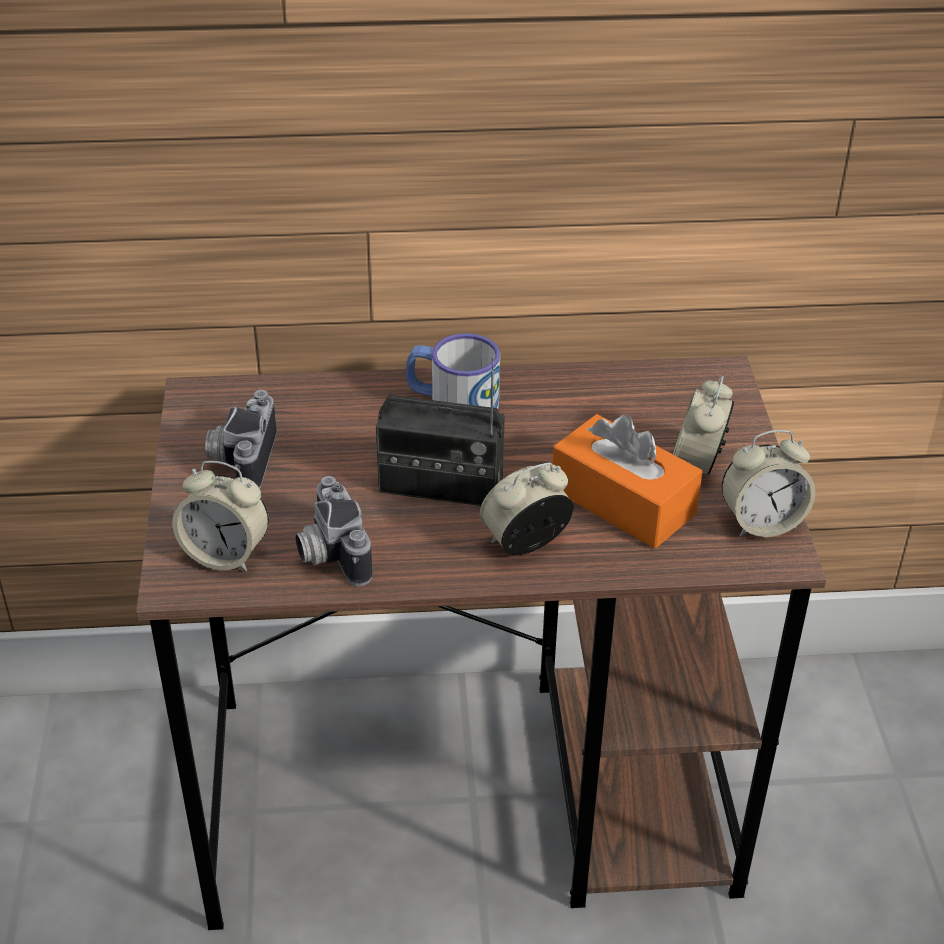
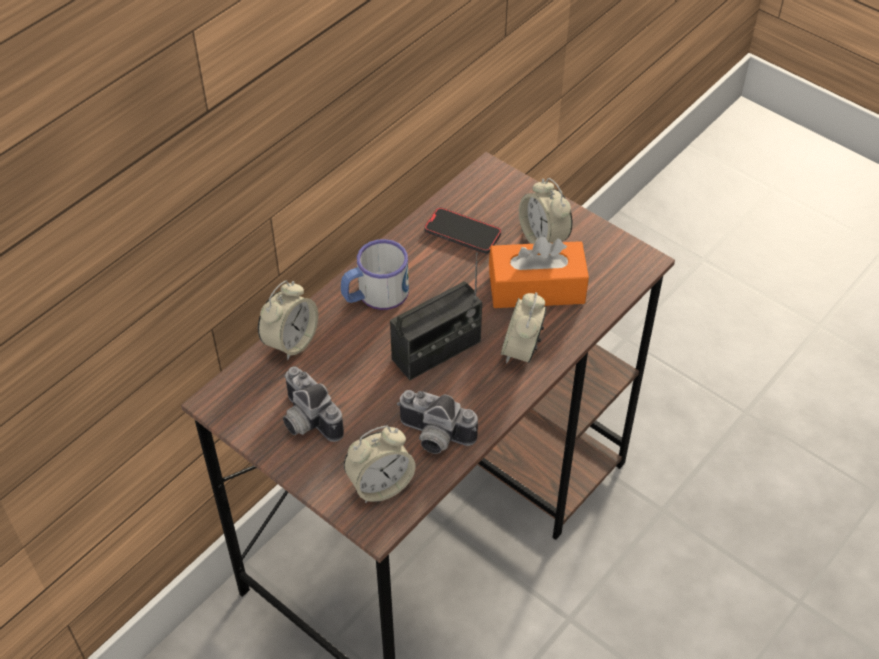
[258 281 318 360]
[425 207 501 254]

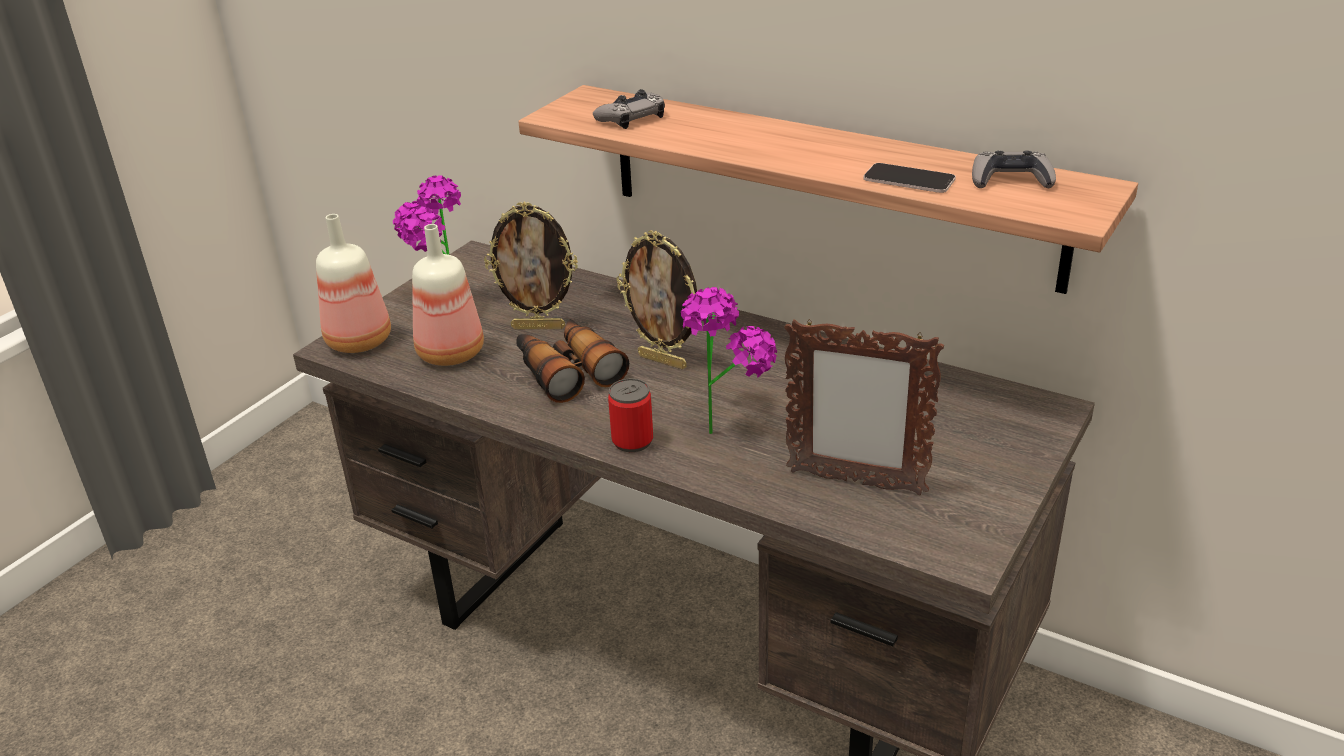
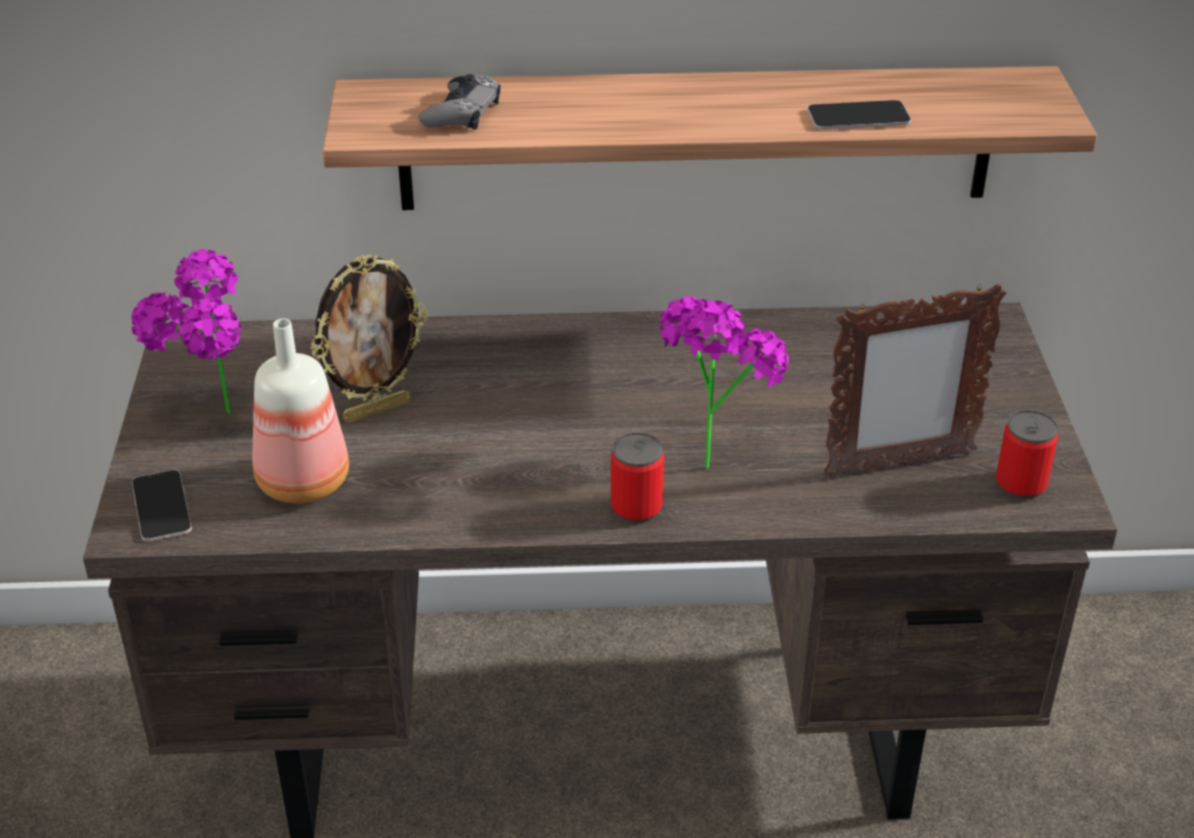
[132 470 192 542]
[517 319 629 403] (first image)
[616 230 697 370] (first image)
[972 150 1056 188] (first image)
[996 410 1058 499]

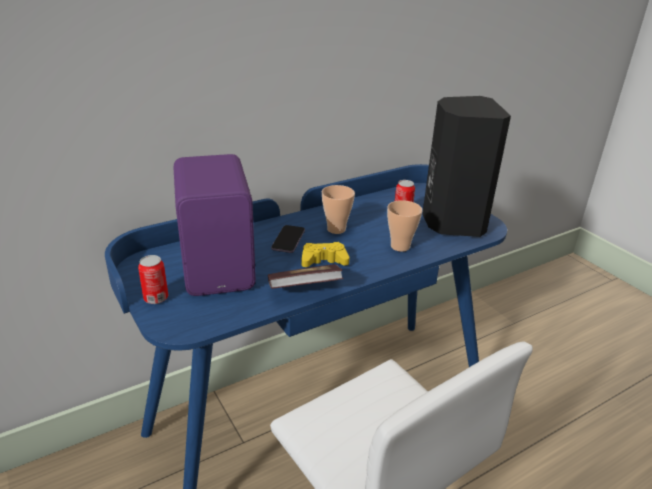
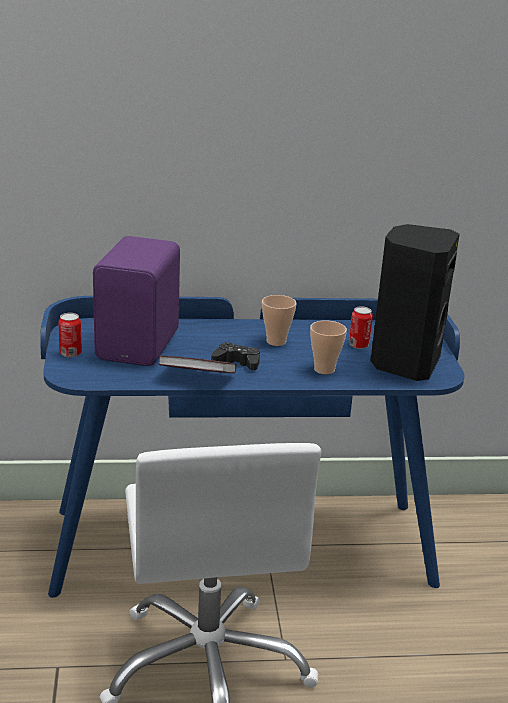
[271 225 305 253] (first image)
[211 342 260 370]

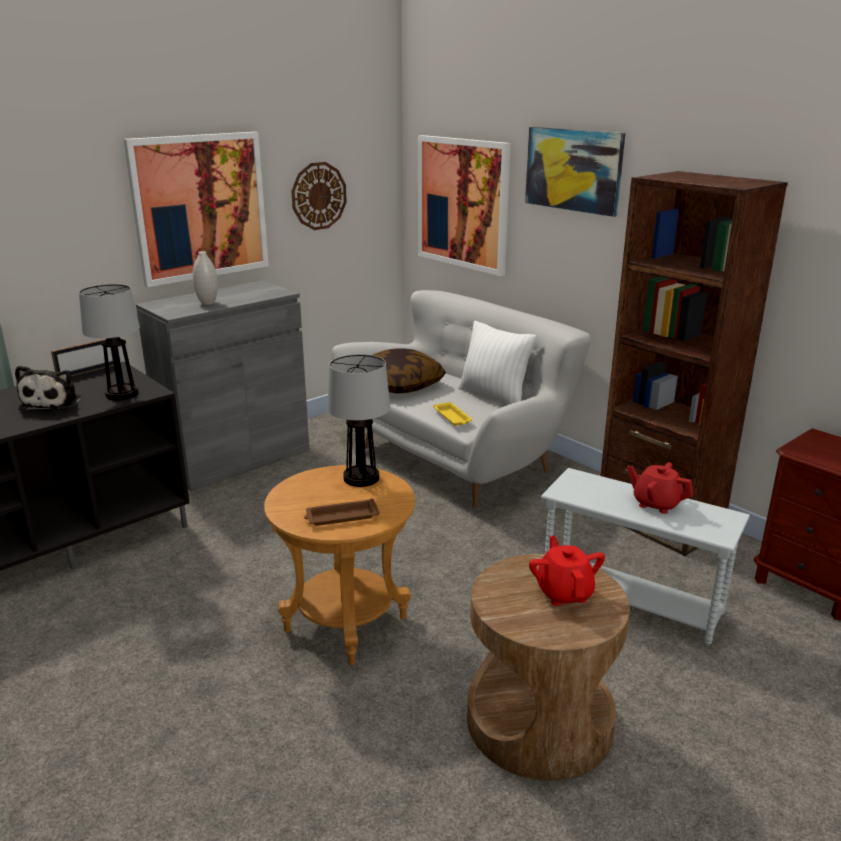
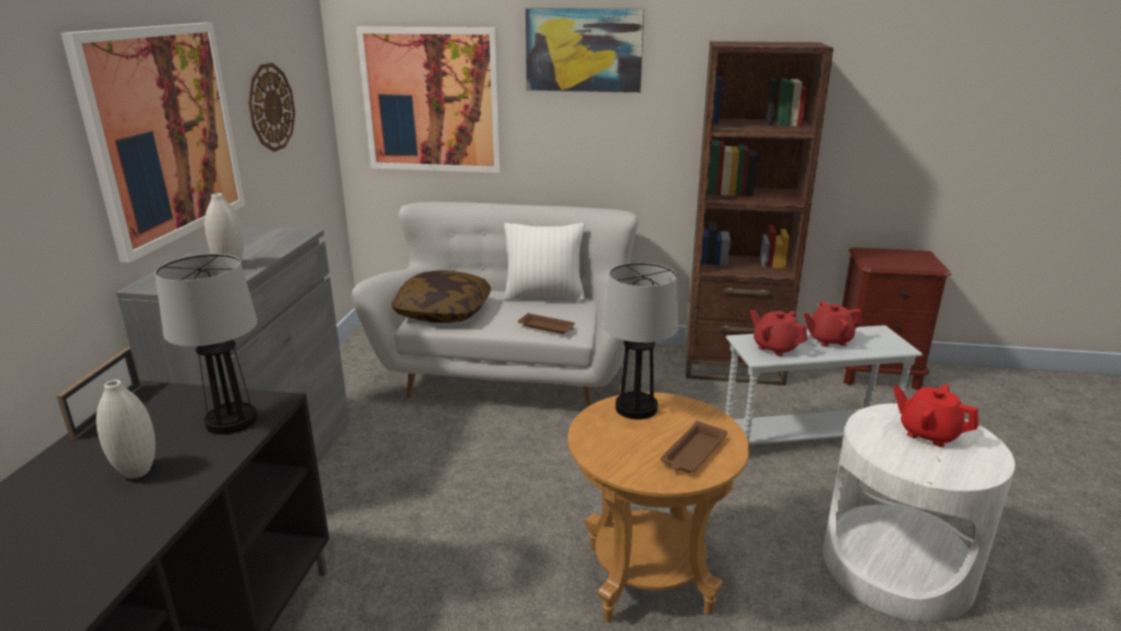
[96 380 156 479]
[518 313 575 334]
[823 403 1015 622]
[750 310 807 356]

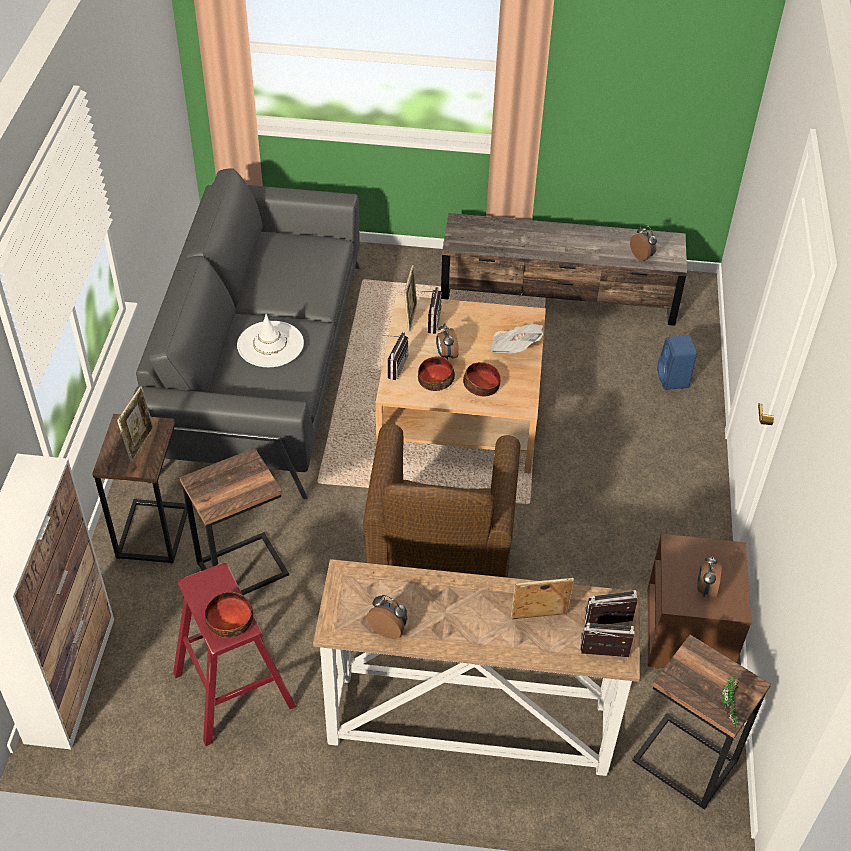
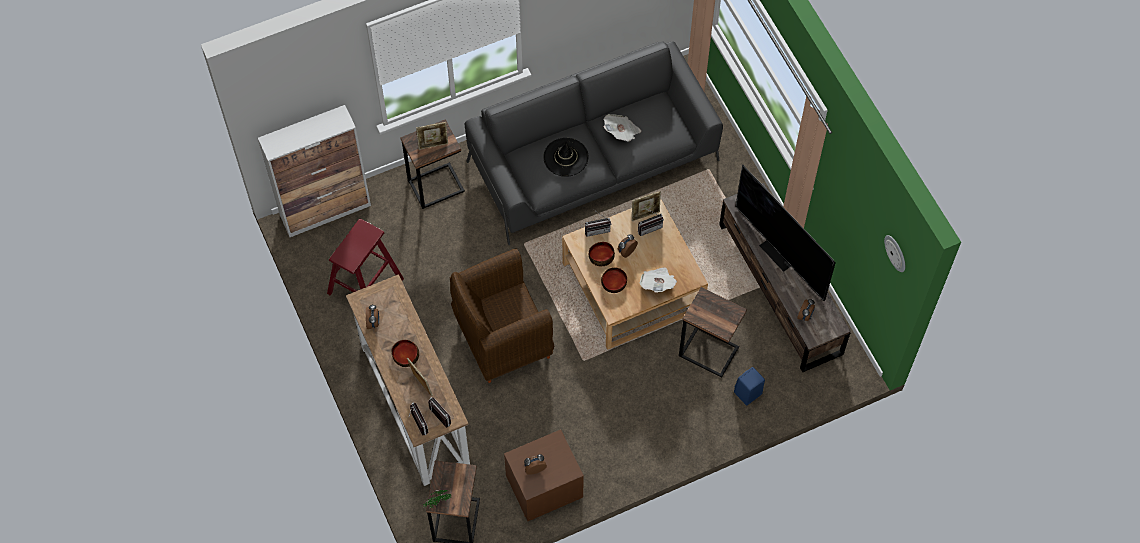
[679 287 747 378]
[392 340 419 367]
[543 138 588 177]
[604 114 641 142]
[735 165 836 301]
[884 235 905 272]

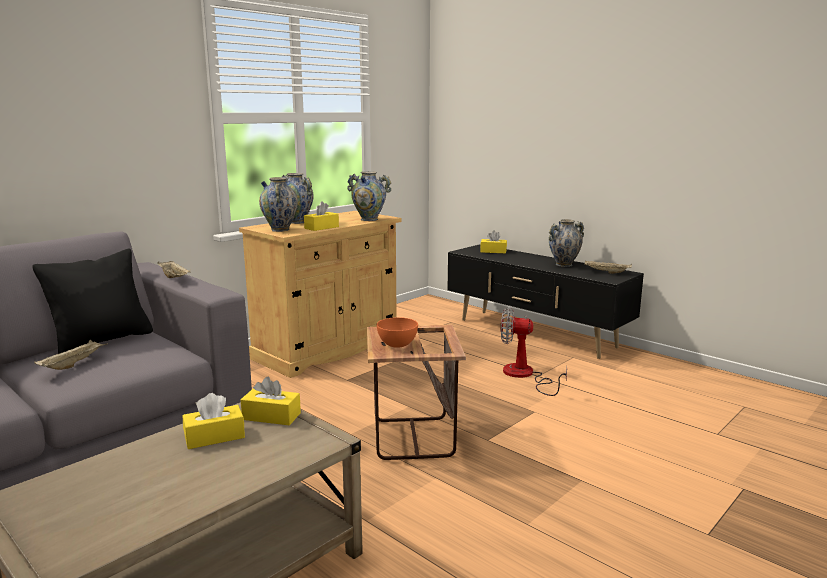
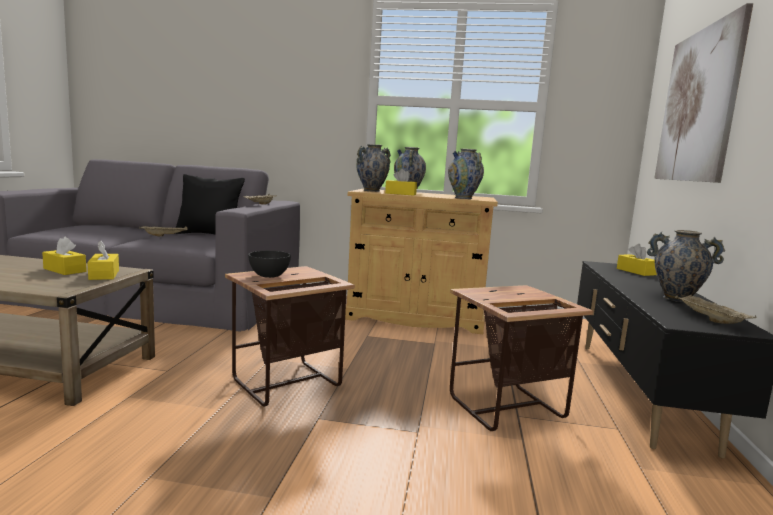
[248 251 291 278]
[450 285 593 431]
[654 3 753 183]

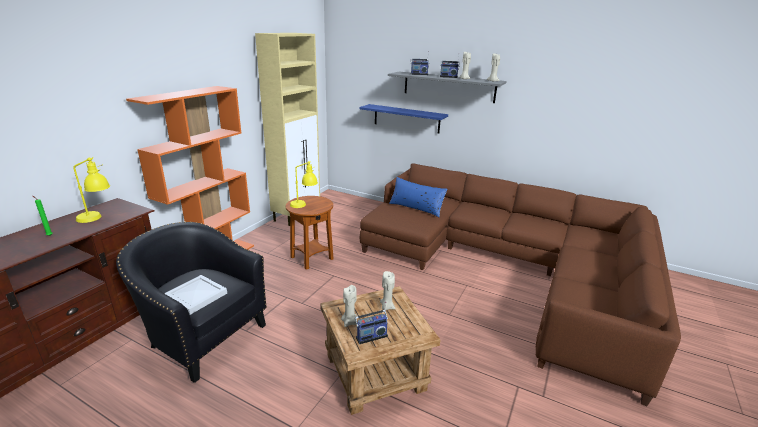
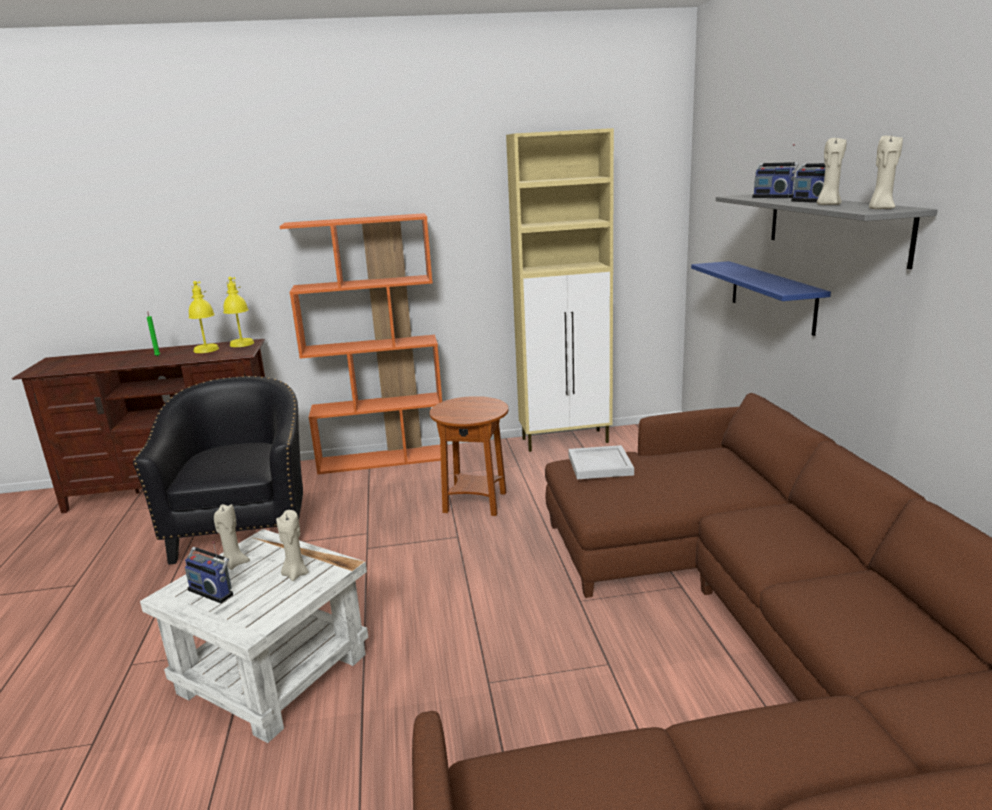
[568 445 634 479]
[223 277 255 347]
[140 529 368 743]
[389 177 447 217] (first image)

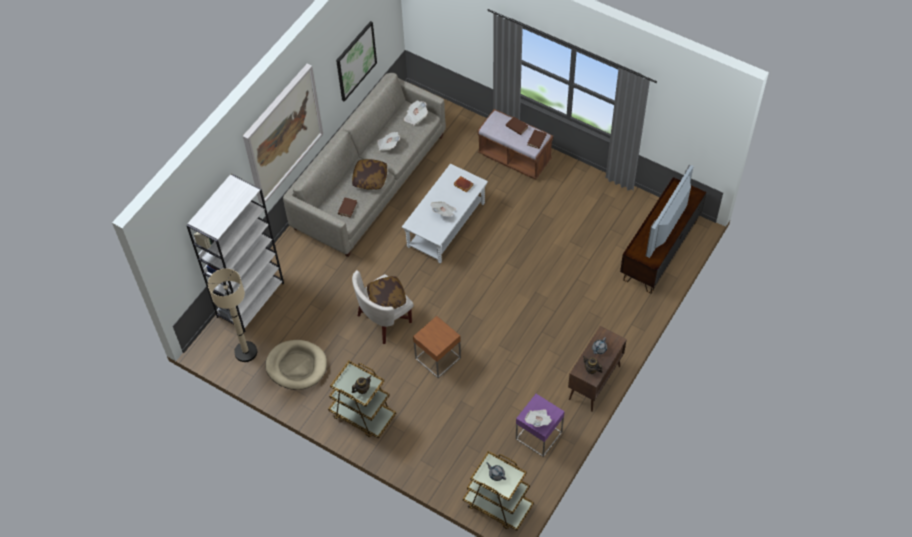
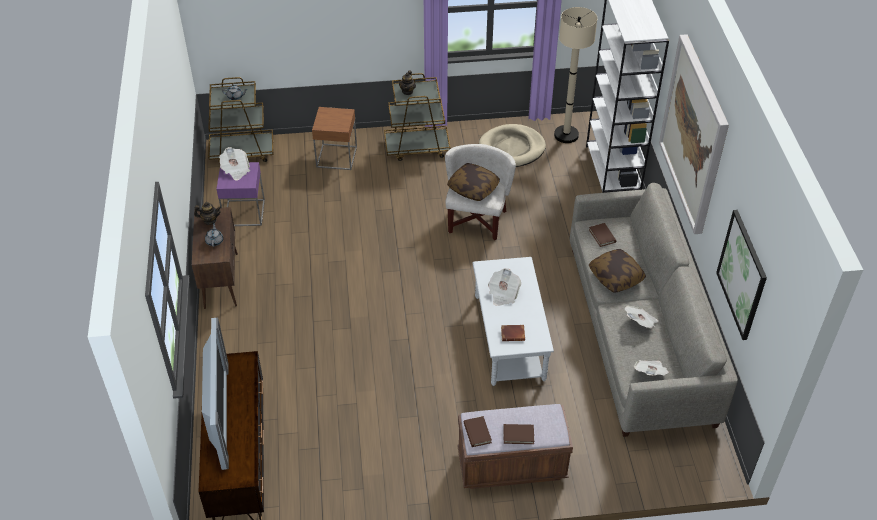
[312 107 357 170]

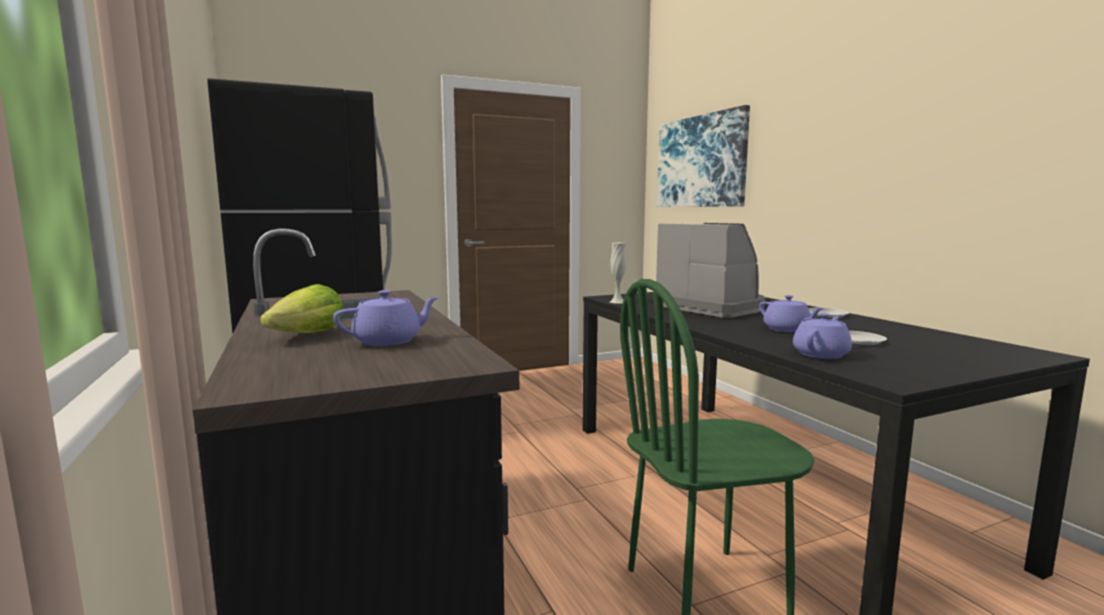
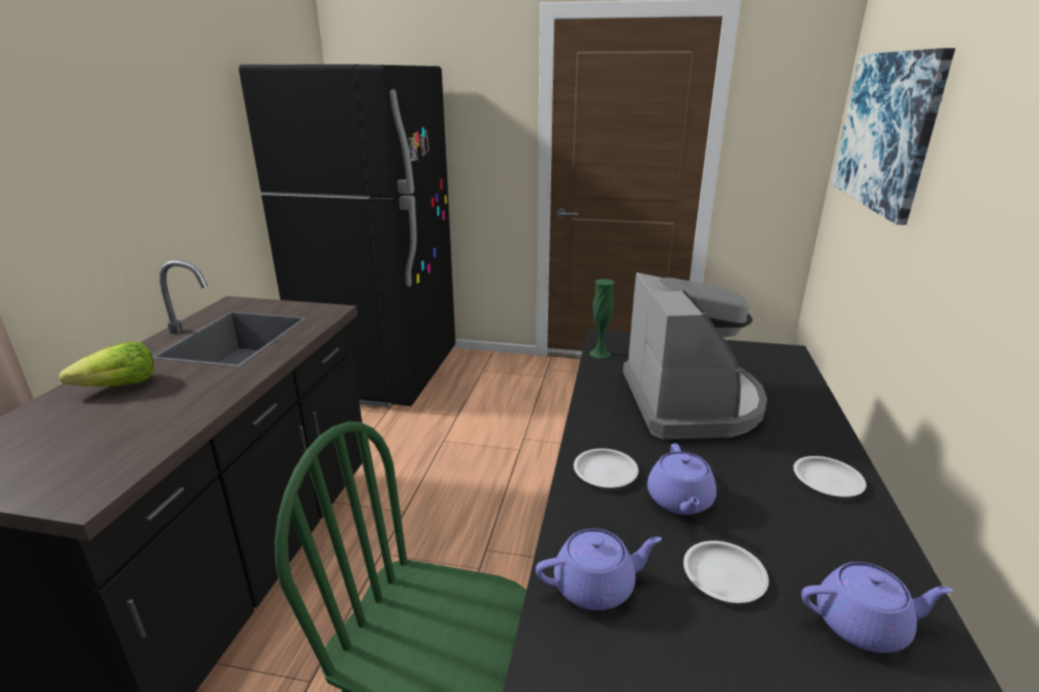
[801 562 953 653]
[589 279 615 358]
[574 448 639 488]

